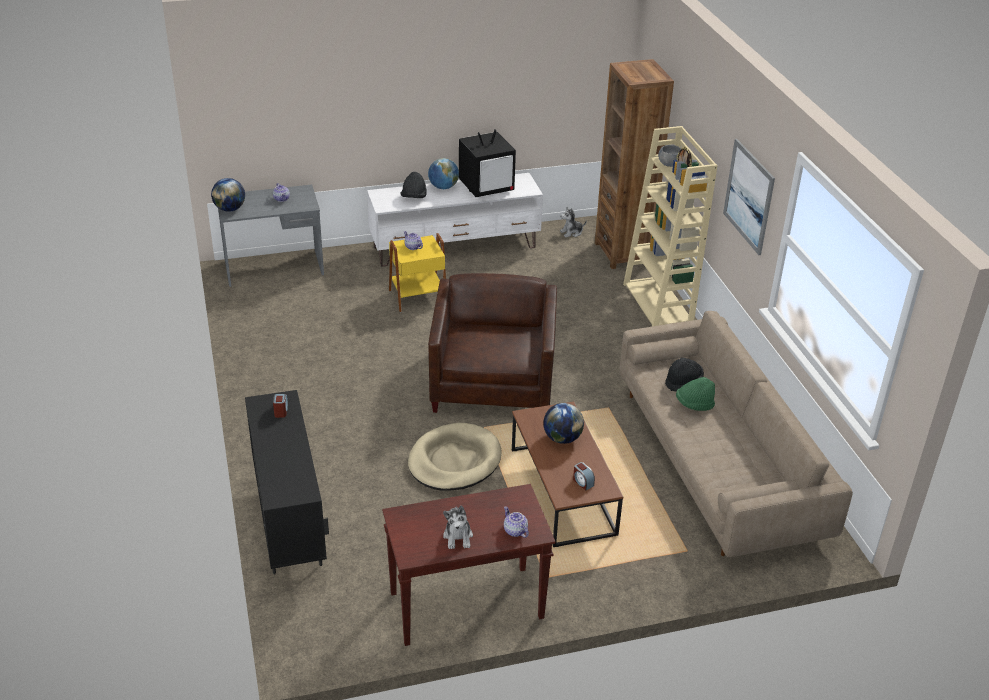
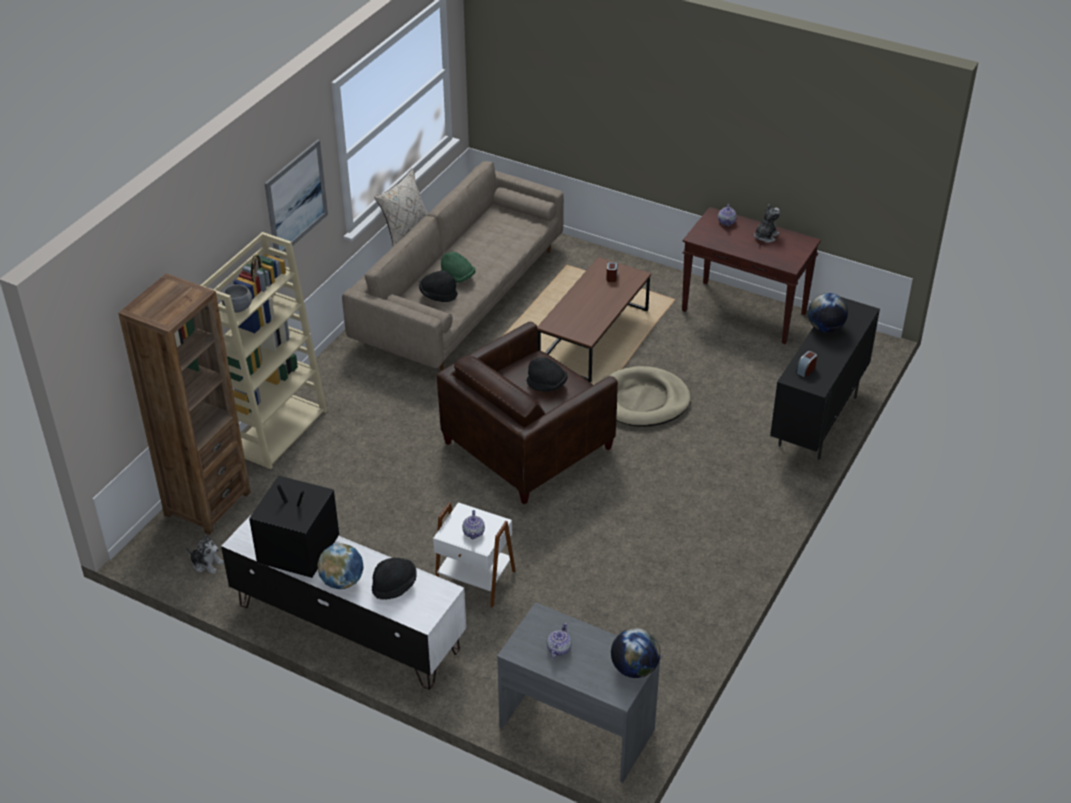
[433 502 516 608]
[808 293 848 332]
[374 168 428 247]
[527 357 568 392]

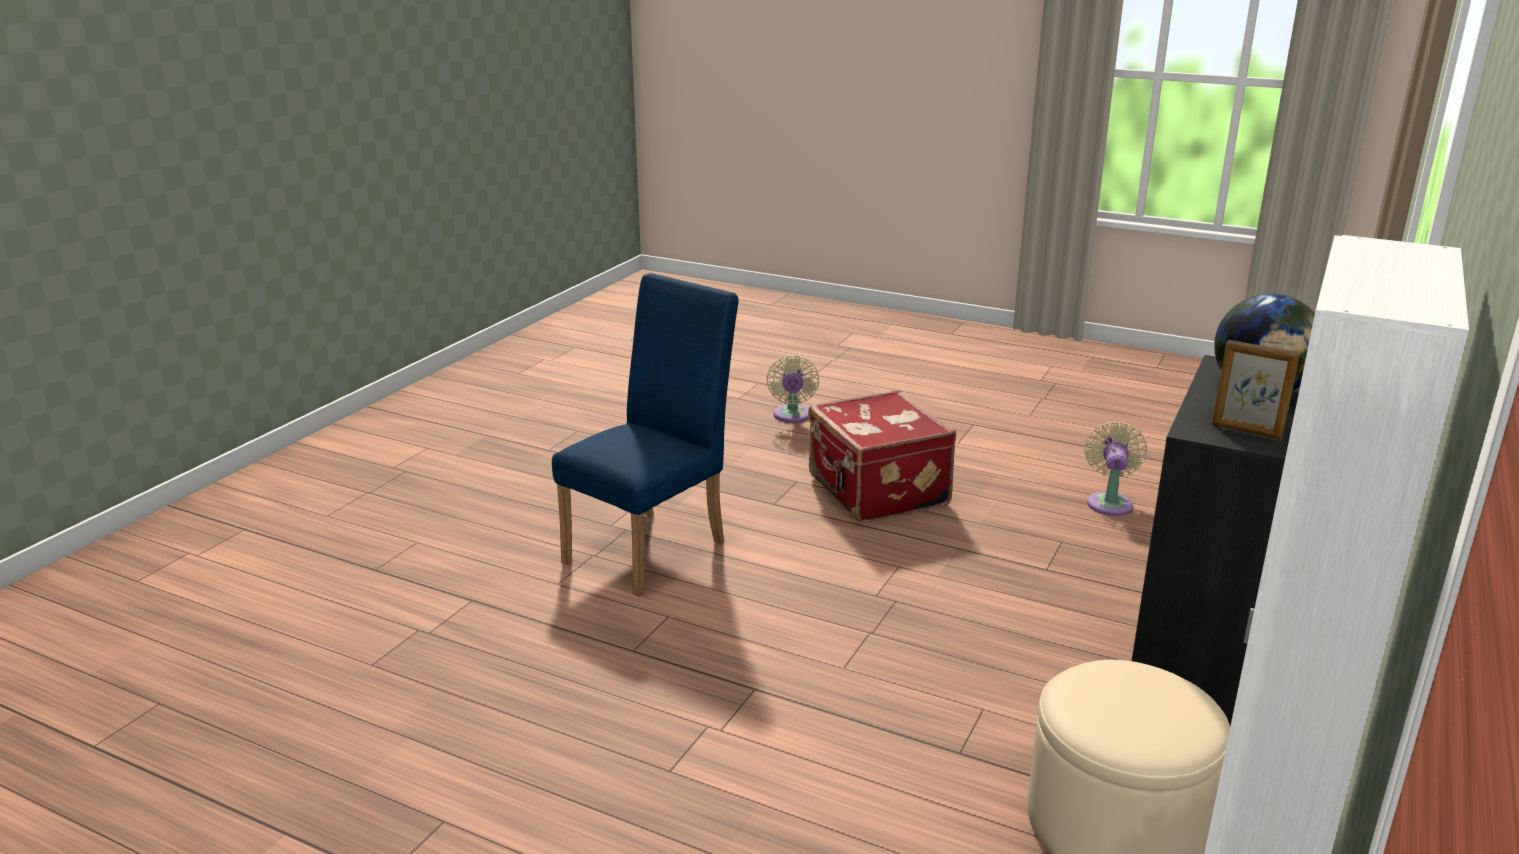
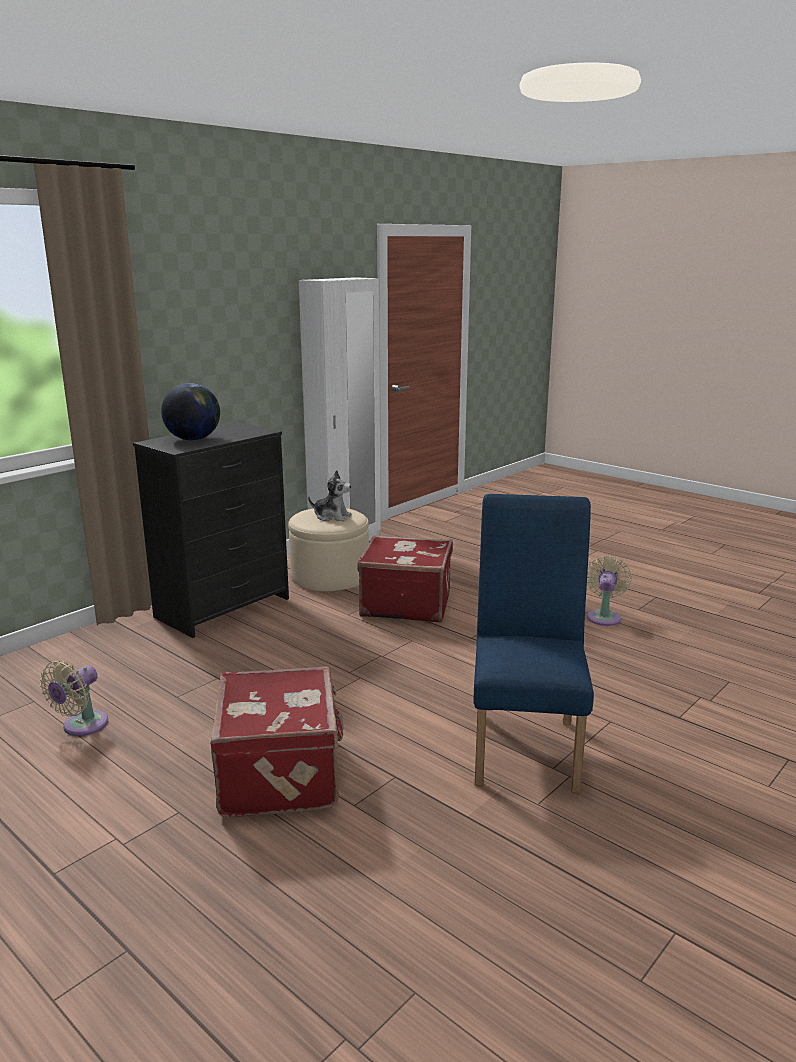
[474 494 594 793]
[587 556 632 626]
[1212 340 1300 439] (first image)
[308 470 352 522]
[357 535 453 622]

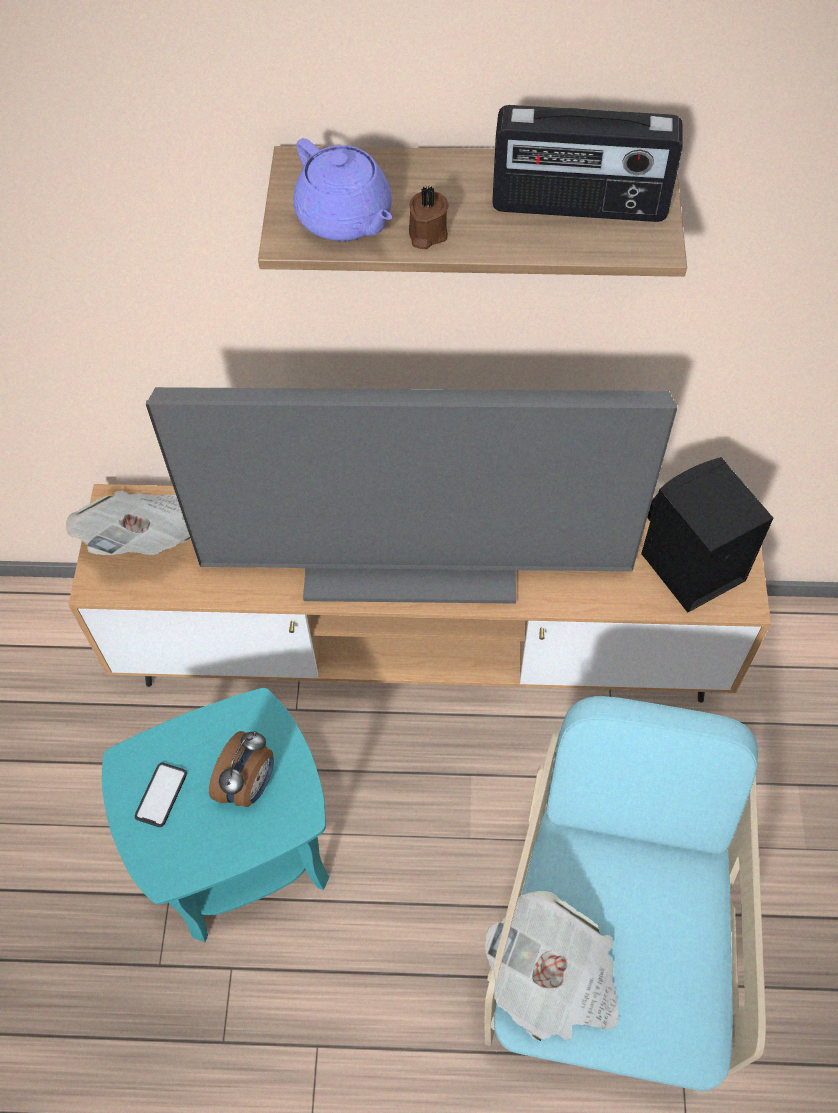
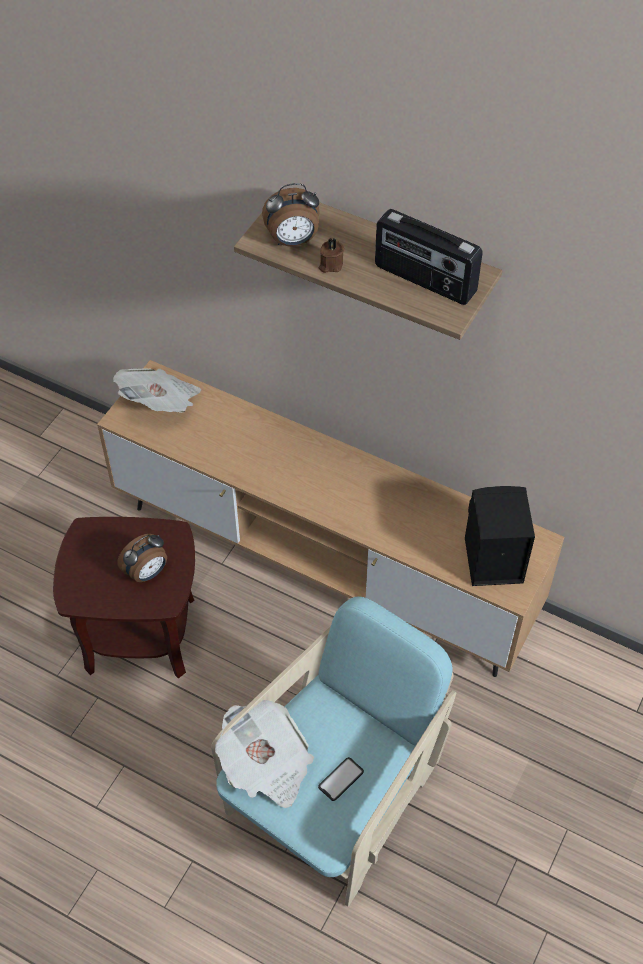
[53 517 195 678]
[318 757 364 801]
[146 387 677 604] (first image)
[262 183 320 246]

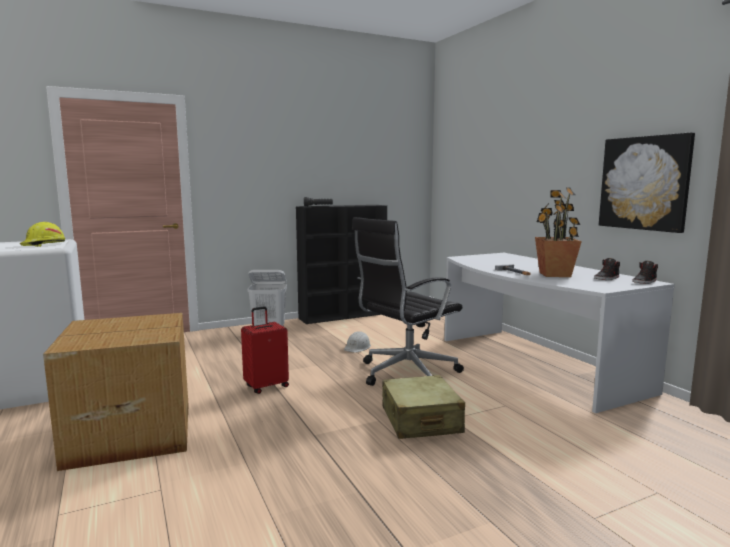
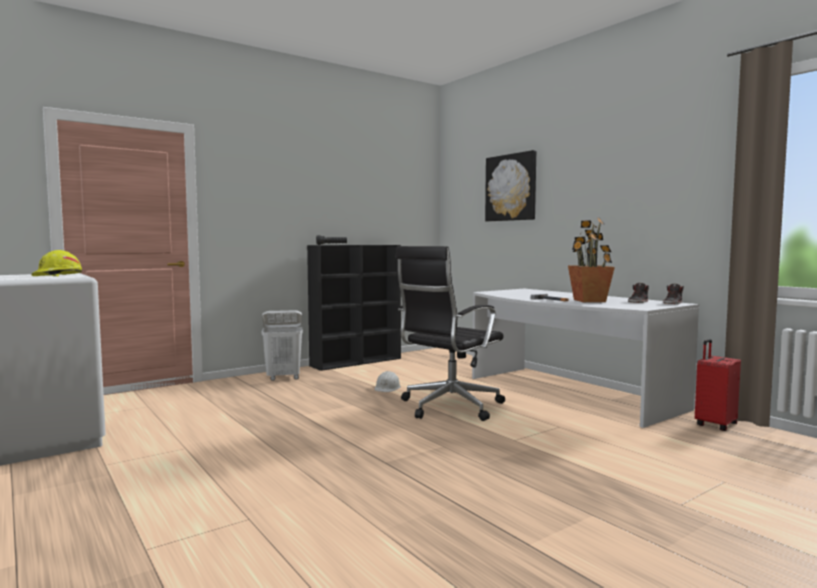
[43 313 189 471] (first image)
[695 339 741 431]
[382 375 465 439] (first image)
[485 150 536 221]

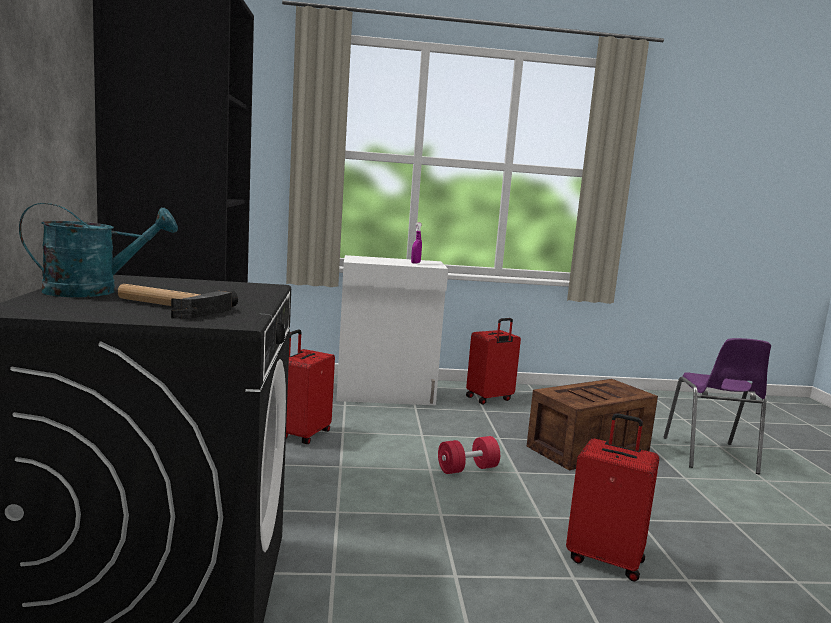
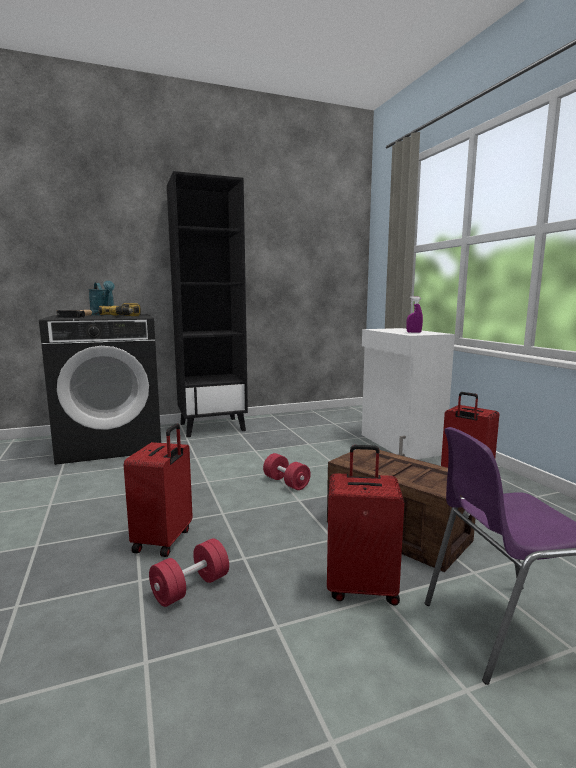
[327 445 404 606]
[98 303 141 316]
[149 538 229 607]

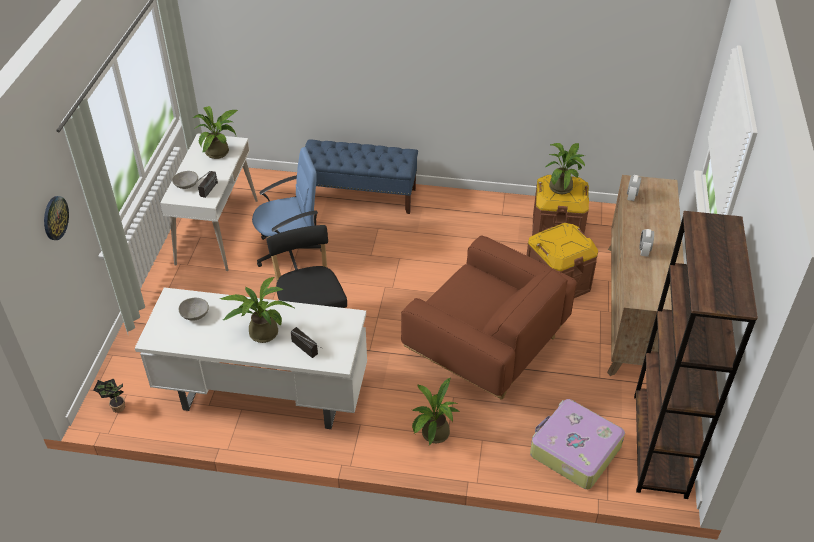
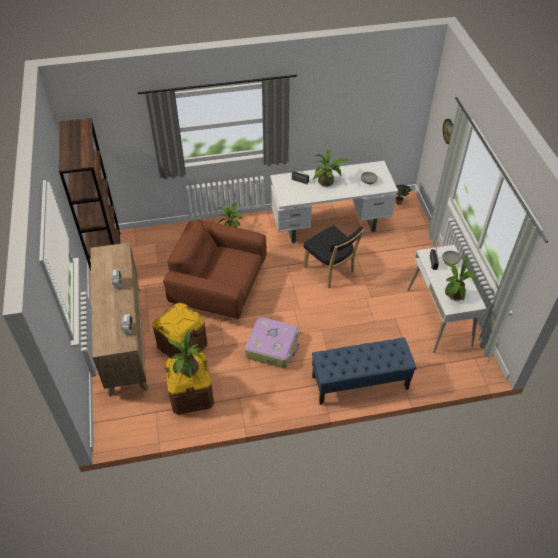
[252 147 321 270] (first image)
[245 317 299 368]

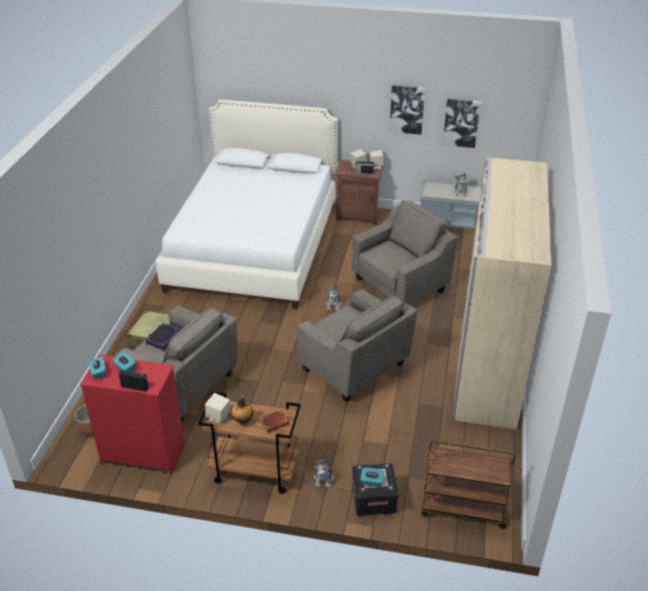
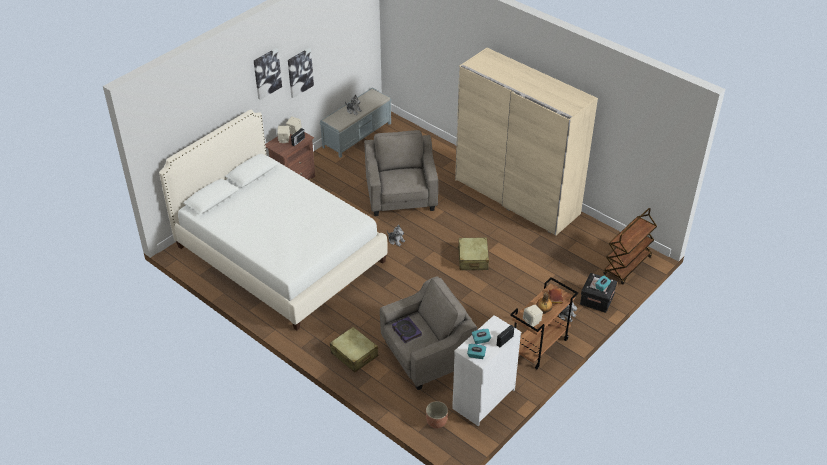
[452 315 521 426]
[457 237 489 270]
[254 48 282 100]

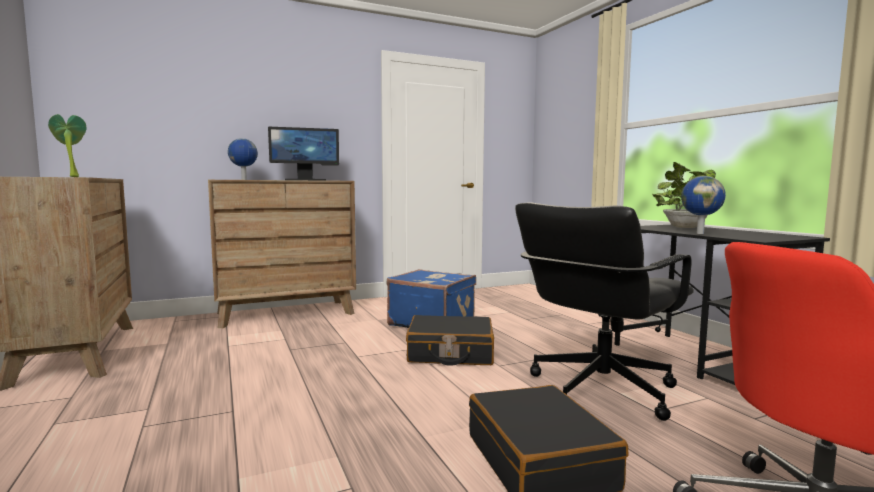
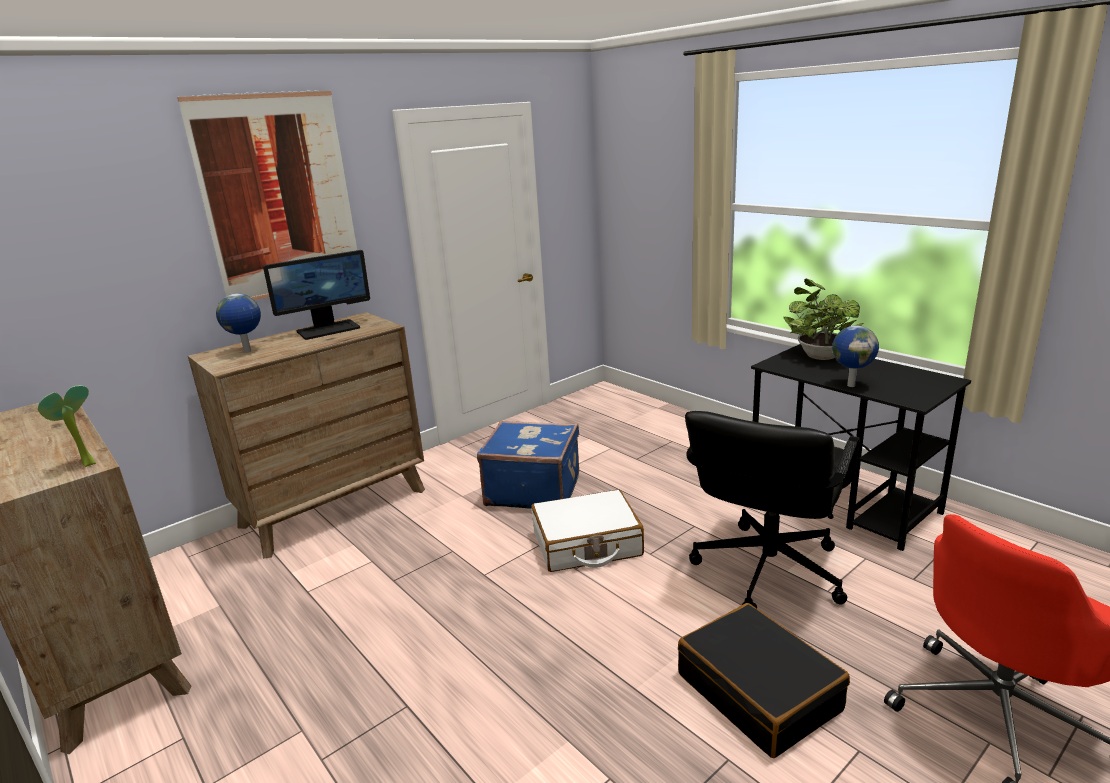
[531 490 644 572]
[177 90 357 300]

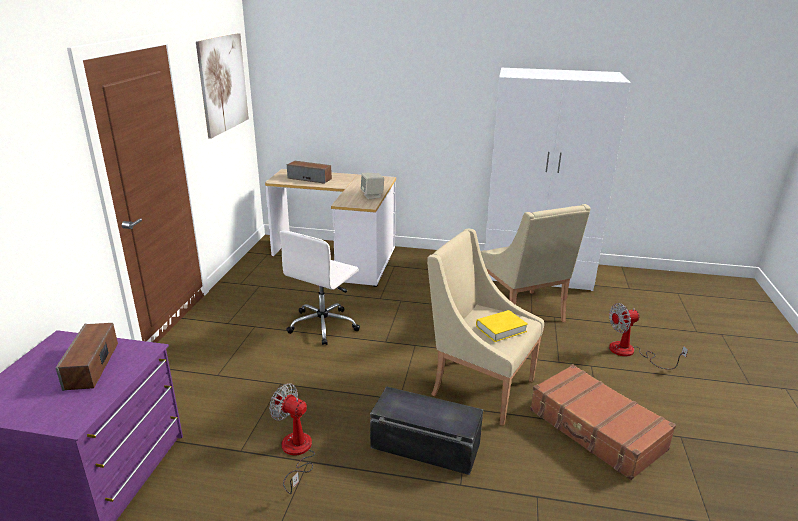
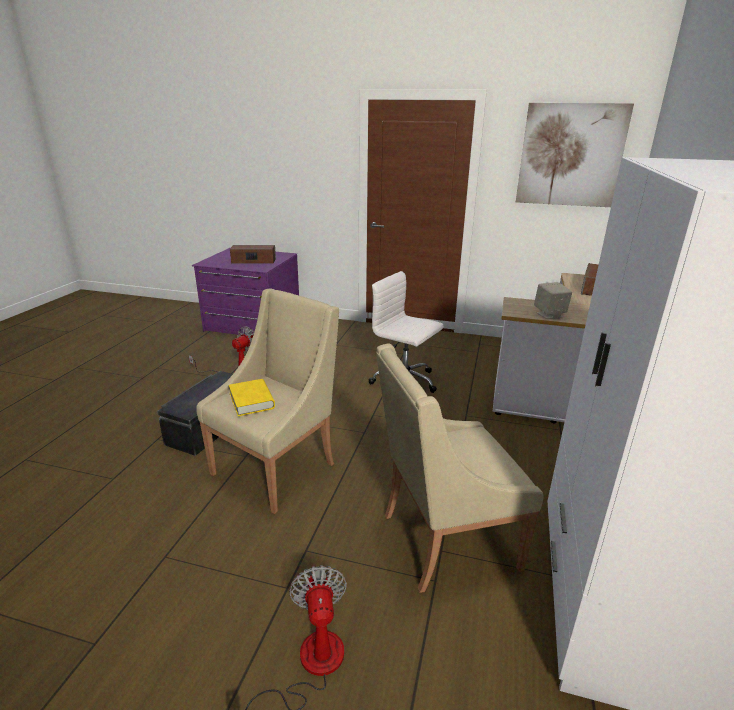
[530 364 676 480] (first image)

